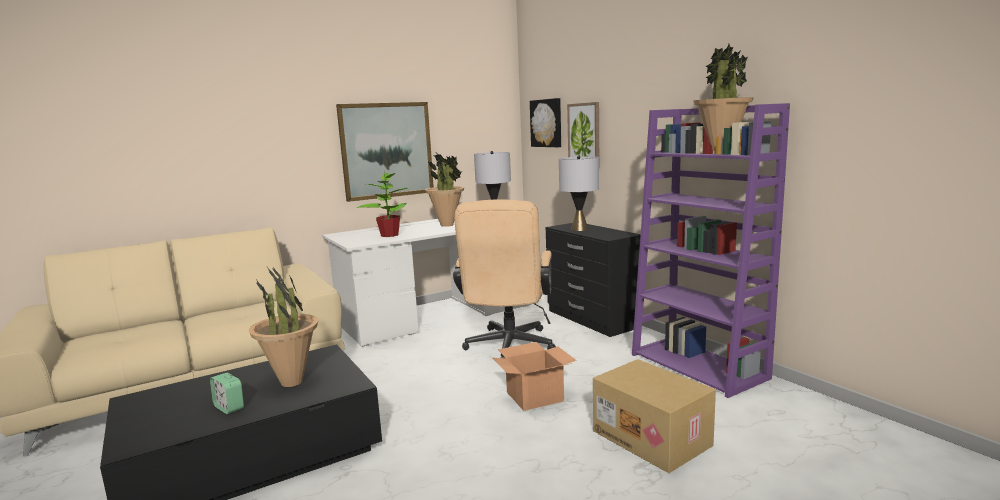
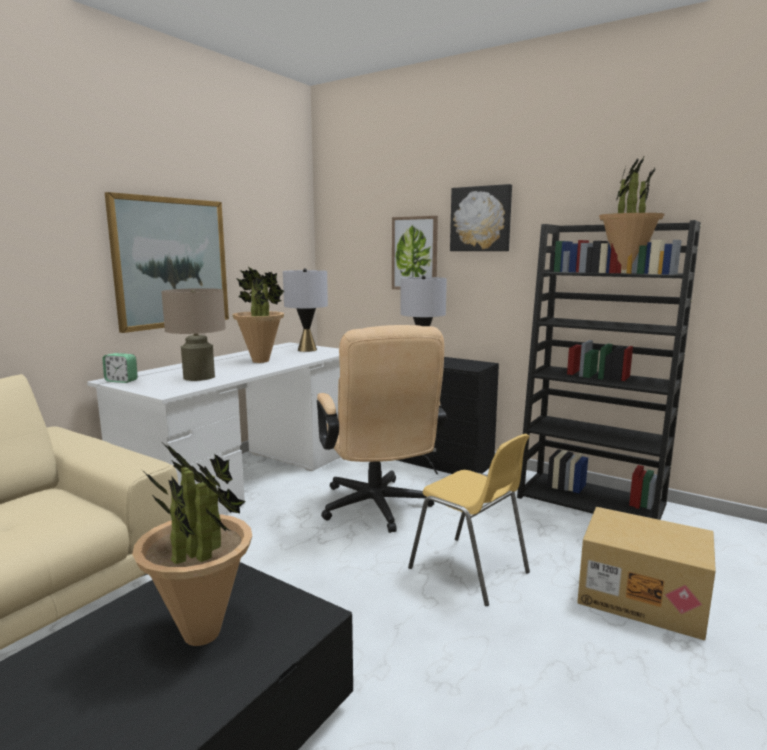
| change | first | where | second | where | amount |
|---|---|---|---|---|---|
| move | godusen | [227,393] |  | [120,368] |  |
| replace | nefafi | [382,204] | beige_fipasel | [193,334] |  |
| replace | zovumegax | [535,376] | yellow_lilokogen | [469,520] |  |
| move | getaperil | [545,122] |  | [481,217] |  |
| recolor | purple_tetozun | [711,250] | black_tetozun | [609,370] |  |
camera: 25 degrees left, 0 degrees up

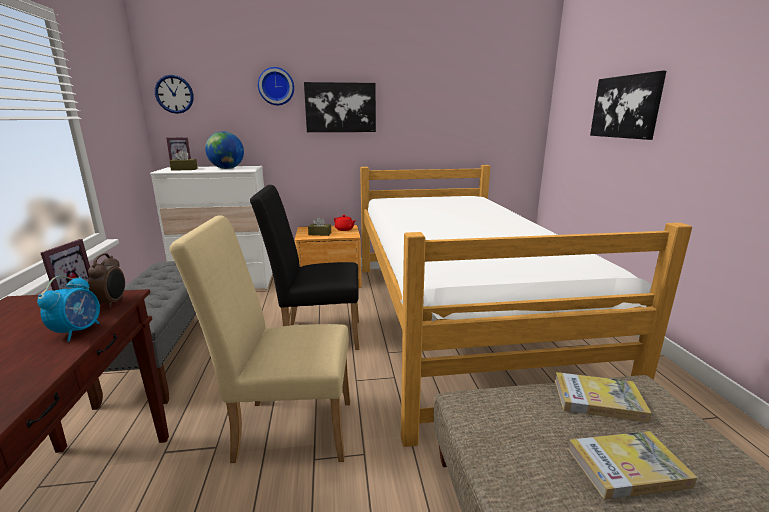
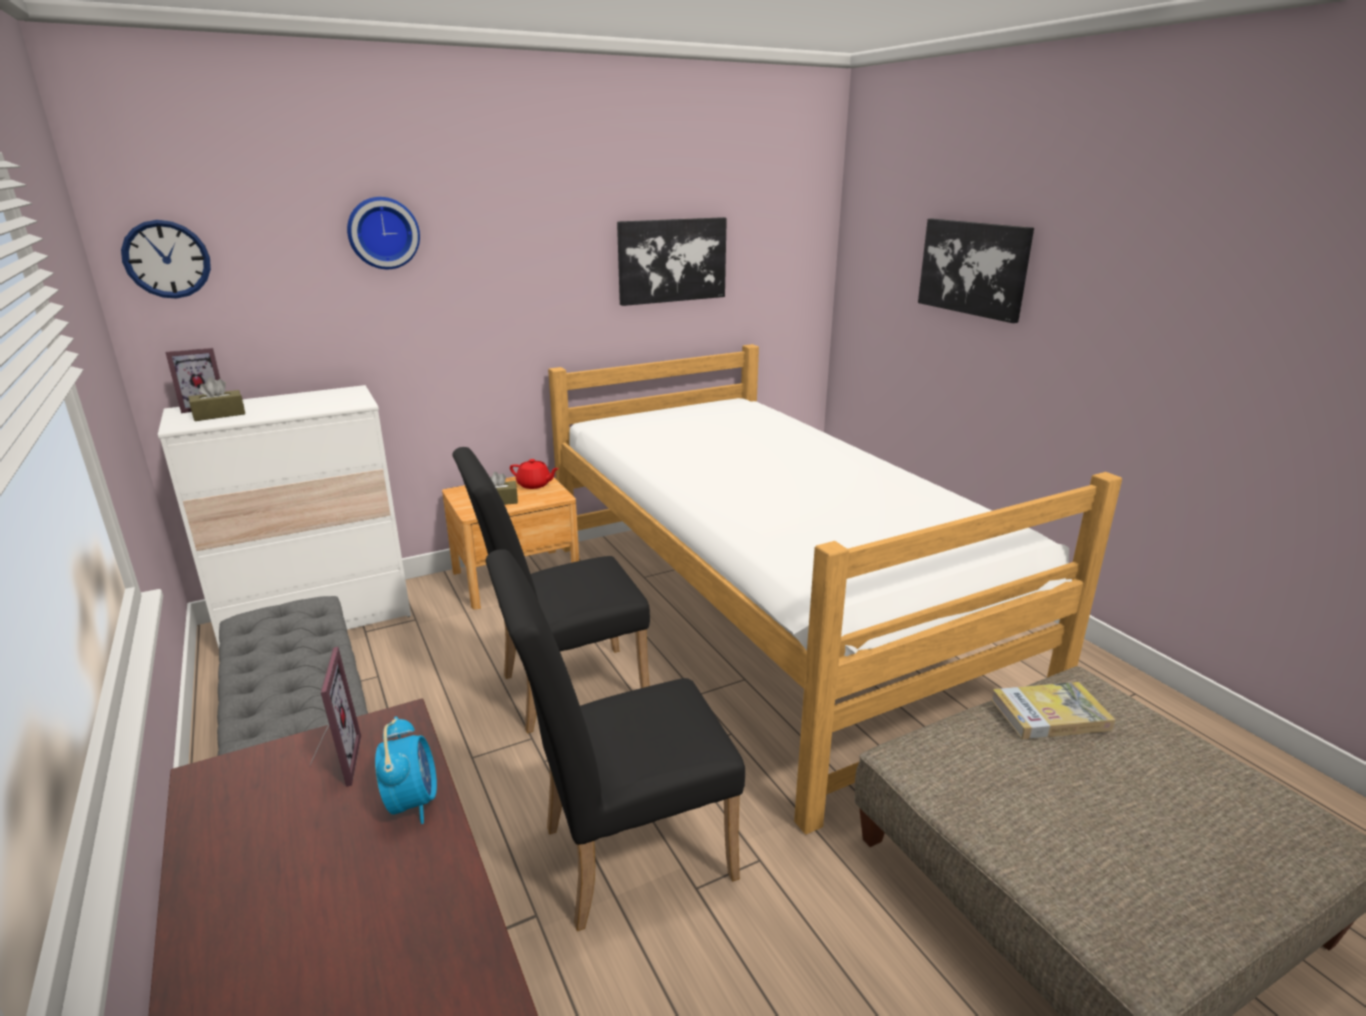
| change | first | where | second | where | amount |
|---|---|---|---|---|---|
| recolor | beige_lilokogen | [260,339] | black_lilokogen | [615,740] |  |
| move | getaperil | [340,107] |  | [672,261] |  |
| delete | godusen | [106,280] |  |  |  |
| delete | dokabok | [224,150] |  |  |  |
| delete | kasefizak | [632,465] |  |  |  |
camera: 20 degrees left, 5 degrees up

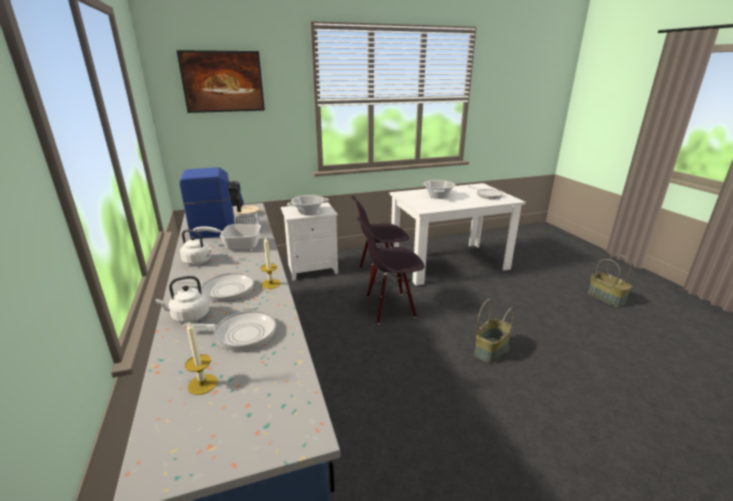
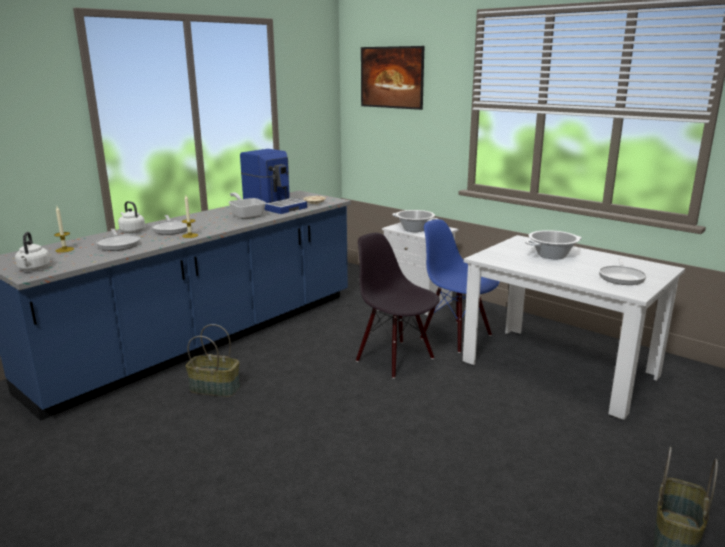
| change | first | where | second | where | amount |
|---|---|---|---|---|---|
| move | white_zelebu | [196,247] |  | [32,251] |  |
| move | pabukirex | [494,331] |  | [212,360] |  |
| recolor | black_lilokogen | [380,240] | blue_lilokogen | [459,286] |  |
camera: 60 degrees right, 5 degrees down

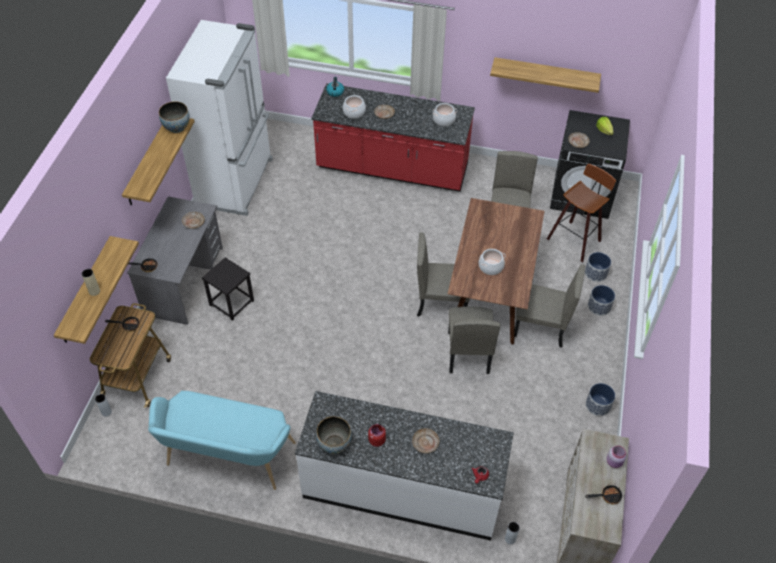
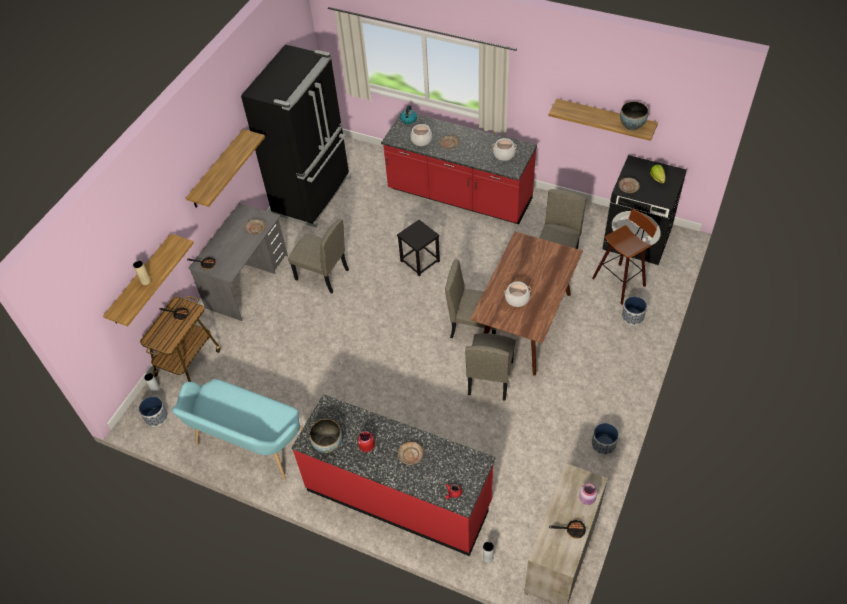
| change | first | where | second | where | amount |
|---|---|---|---|---|---|
| move | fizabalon | [601,300] |  | [153,411] |  |
| recolor | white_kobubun | [219,118] | black_kobubun | [296,135] |  |
| move | beige_lilokogen | [549,306] |  | [318,256] |  |
| recolor | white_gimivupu | [404,466] | red_gimivupu | [394,475] |  |
| move | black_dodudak | [228,289] |  | [418,248] |  |
| move | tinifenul | [174,117] |  | [634,116] |  |
camera: 15 degrees right, 0 degrees up

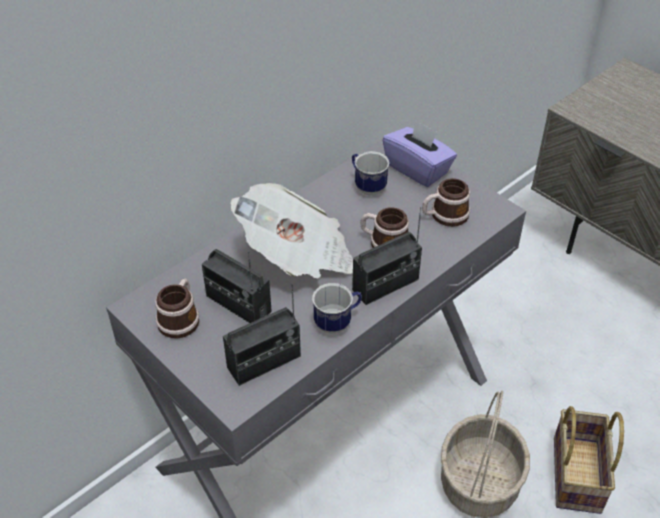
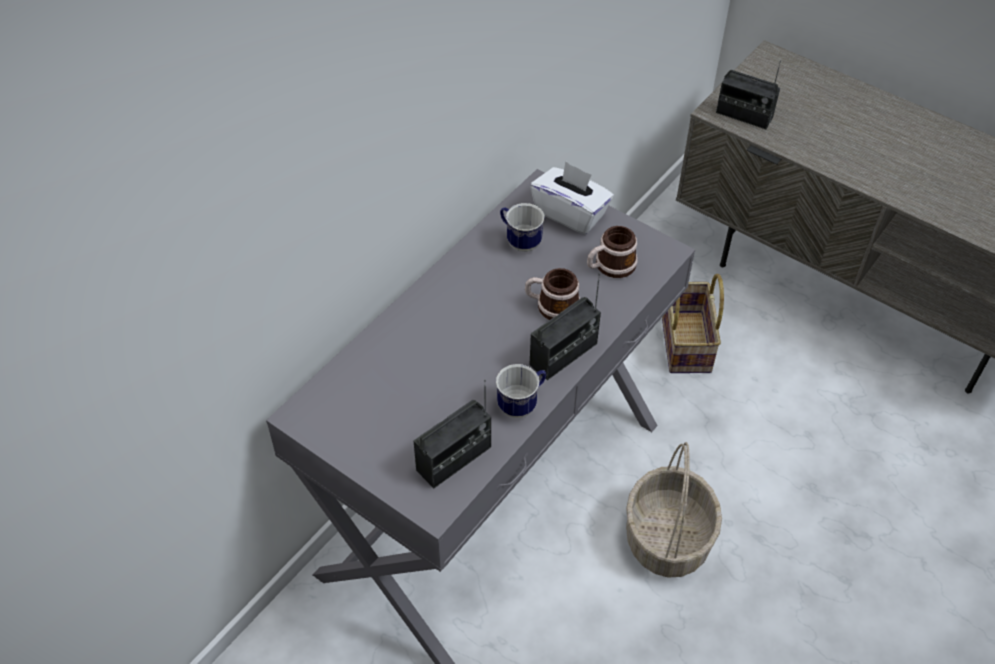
| change | first | where | second | where | amount |
|---|---|---|---|---|---|
| recolor | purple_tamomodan | [420,153] | white_tamomodan | [572,197] |  |
| move | pabukirex | [589,460] |  | [693,323] |  |
| move | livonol | [237,286] |  | [748,94] |  |
| delete | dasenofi | [177,309] |  |  |  |
| delete | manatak | [291,231] |  |  |  |
camera: 10 degrees left, 5 degrees up

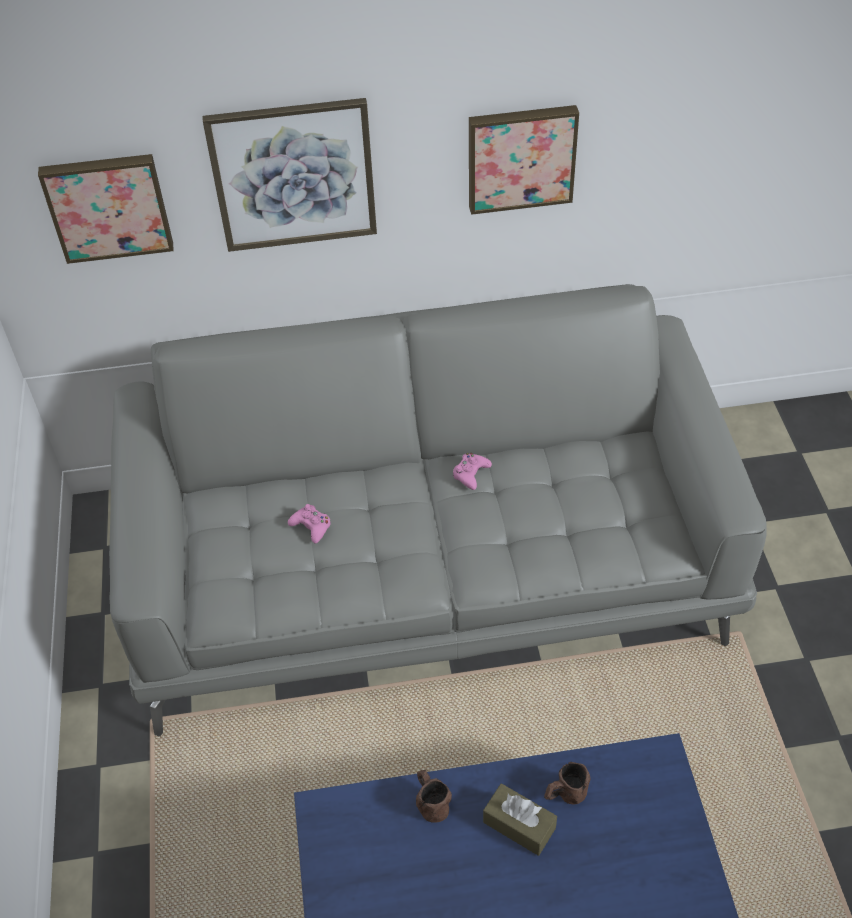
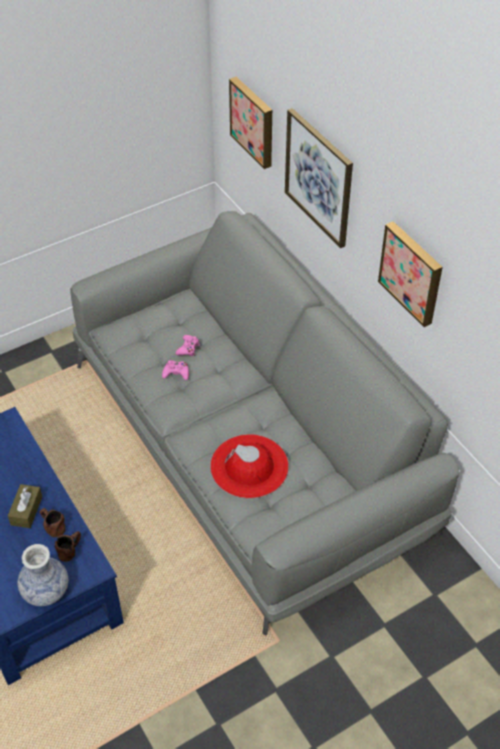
| change | first | where | second | where | amount |
|---|---|---|---|---|---|
| insert |  |  | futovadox | [43,575] |  |
| move | brown_dasenofi | [434,796] |  | [68,546] |  |
| move | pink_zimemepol | [472,471] |  | [175,370] |  |
| insert |  |  | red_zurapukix | [249,466] |  |
camera: 65 degrees right, 0 degrees up

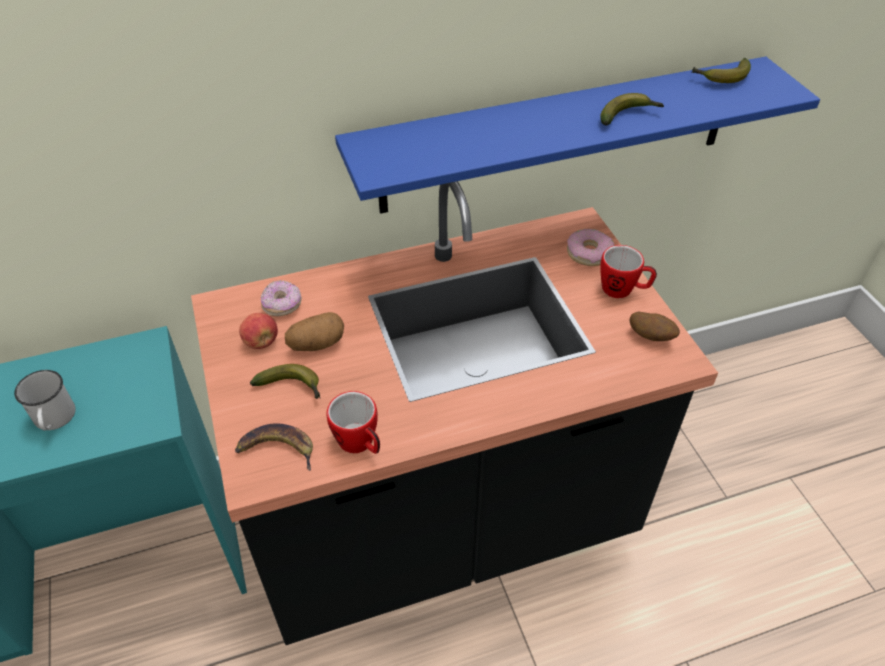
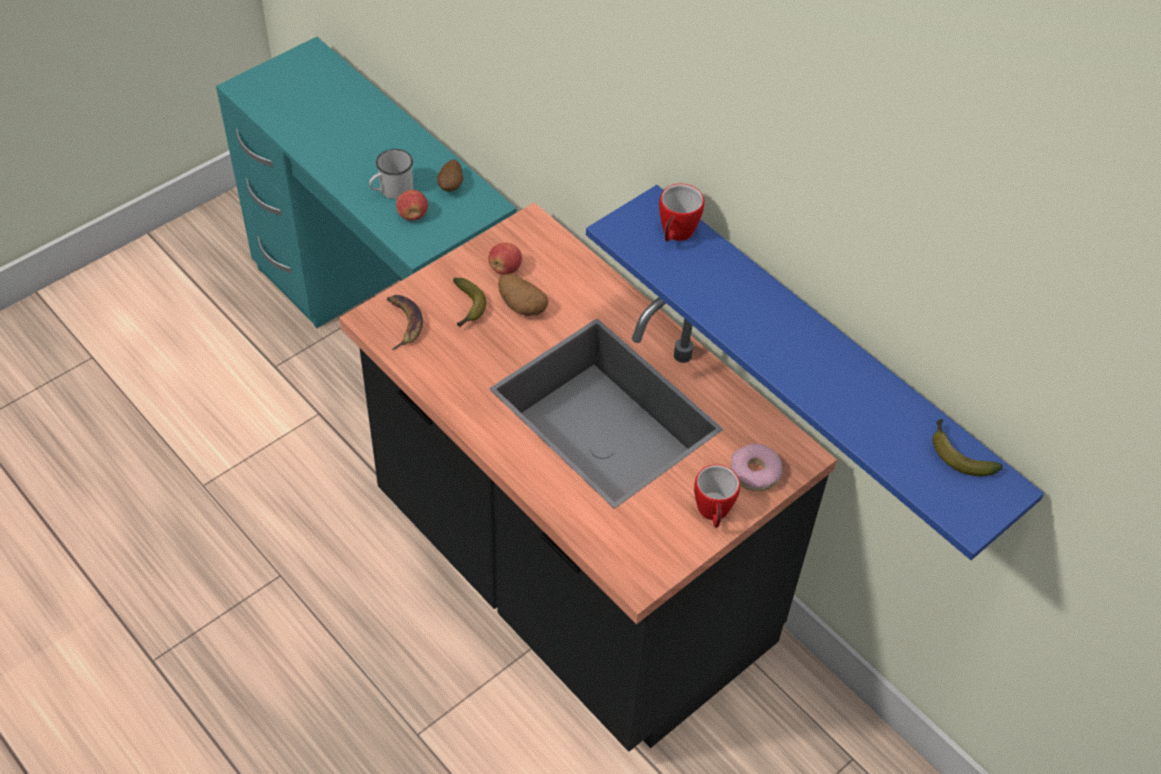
| change | first | where | second | where | amount |
|---|---|---|---|---|---|
| insert |  |  | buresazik | [412,205] |  |
| move | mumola | [654,326] |  | [450,176] |  |
| move | dasenofi | [353,422] |  | [681,213] |  |
| delete | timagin | [281,298] |  |  |  |
| delete | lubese | [632,109] |  |  |  |
camera: 65 degrees right, 5 degrees up

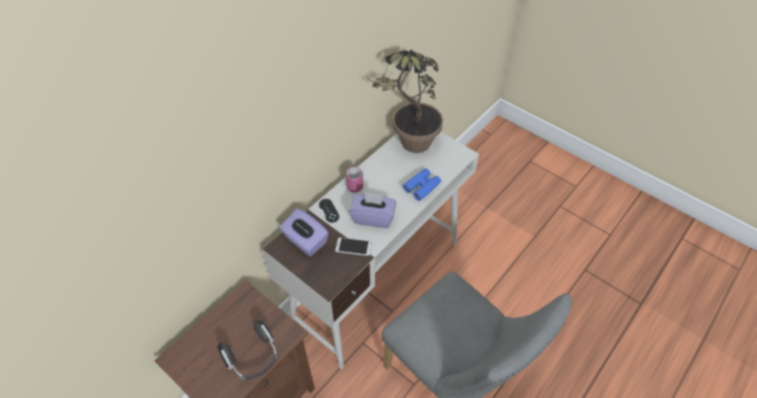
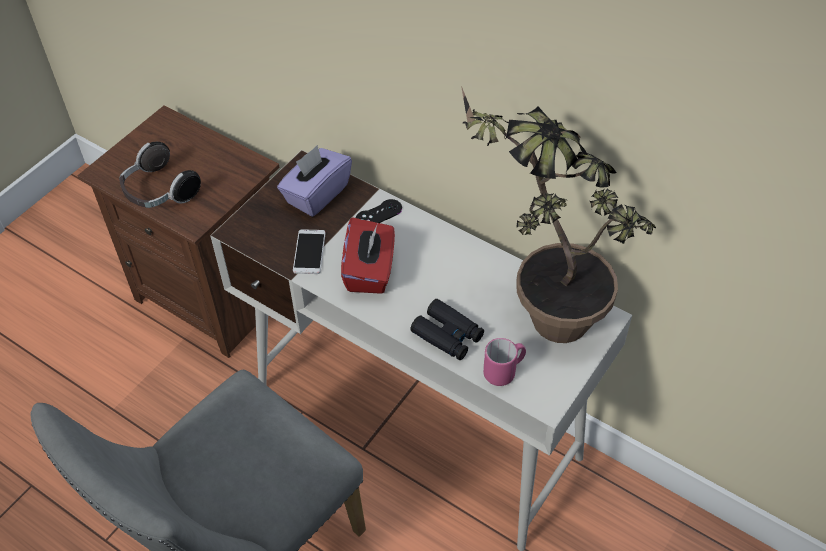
| change | first | where | second | where | amount |
|---|---|---|---|---|---|
| recolor | purple_tamomodan | [372,210] | red_tamomodan | [368,255] |  |
| recolor | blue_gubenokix | [422,184] | black_gubenokix | [447,329] |  |
| move | pink_dasenofi | [354,179] |  | [504,362] |  |
camera: 85 degrees right, 0 degrees up

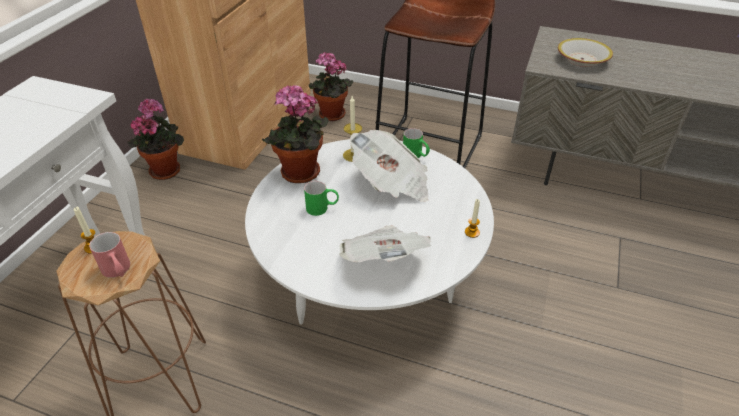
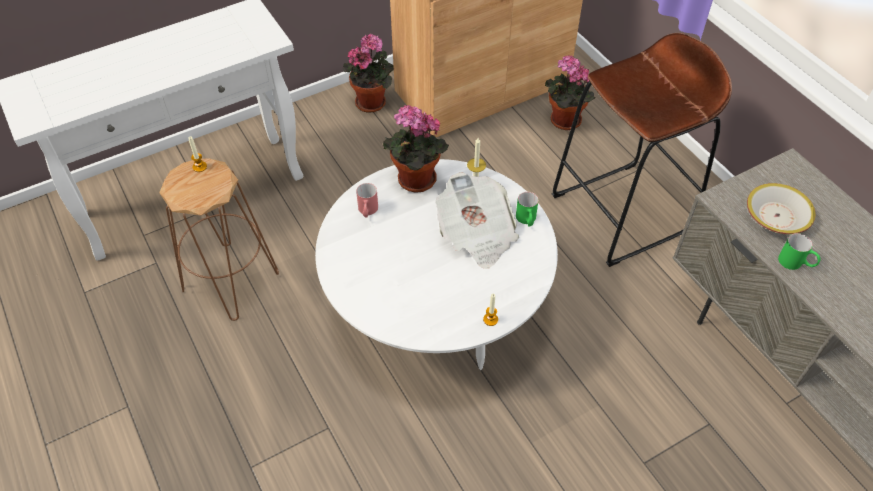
| change | first | where | second | where | amount |
|---|---|---|---|---|---|
| move | red_dasenofi | [109,255] |  | [367,200] |  |
| move | green_dasenofi | [321,198] |  | [799,251] |  |
| delete | manatak | [385,243] |  |  |  |
camera: 40 degrees right, 10 degrees up

